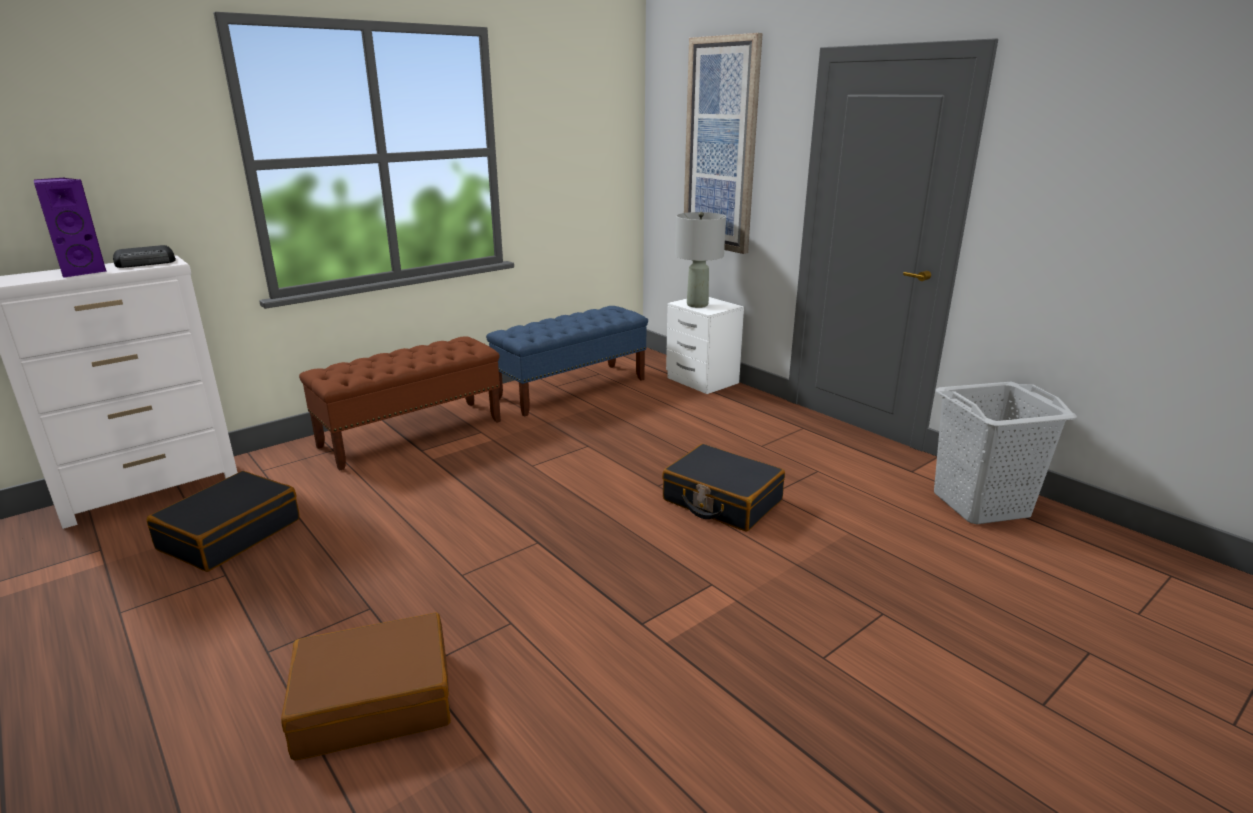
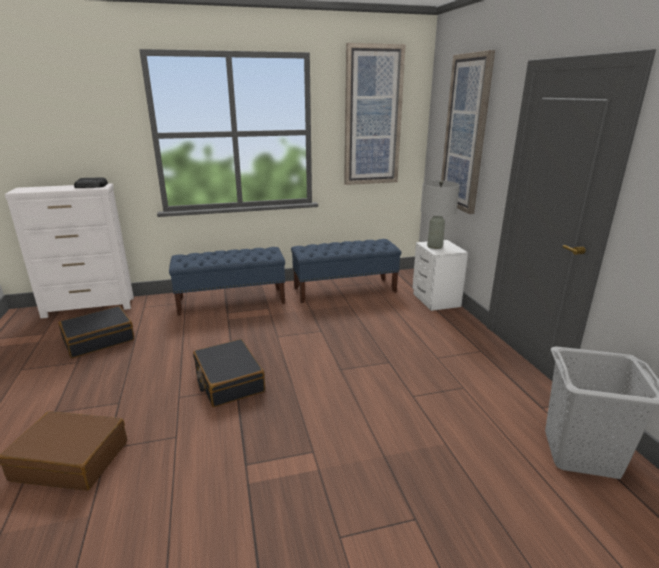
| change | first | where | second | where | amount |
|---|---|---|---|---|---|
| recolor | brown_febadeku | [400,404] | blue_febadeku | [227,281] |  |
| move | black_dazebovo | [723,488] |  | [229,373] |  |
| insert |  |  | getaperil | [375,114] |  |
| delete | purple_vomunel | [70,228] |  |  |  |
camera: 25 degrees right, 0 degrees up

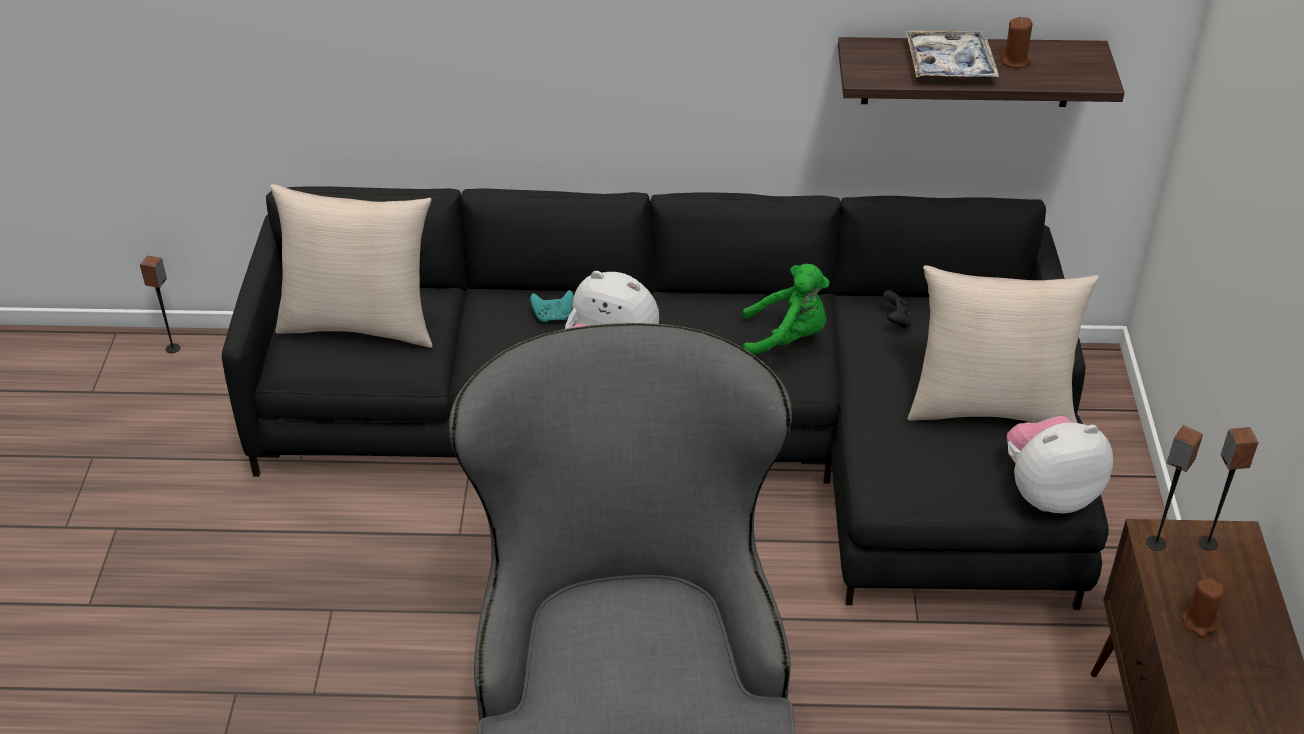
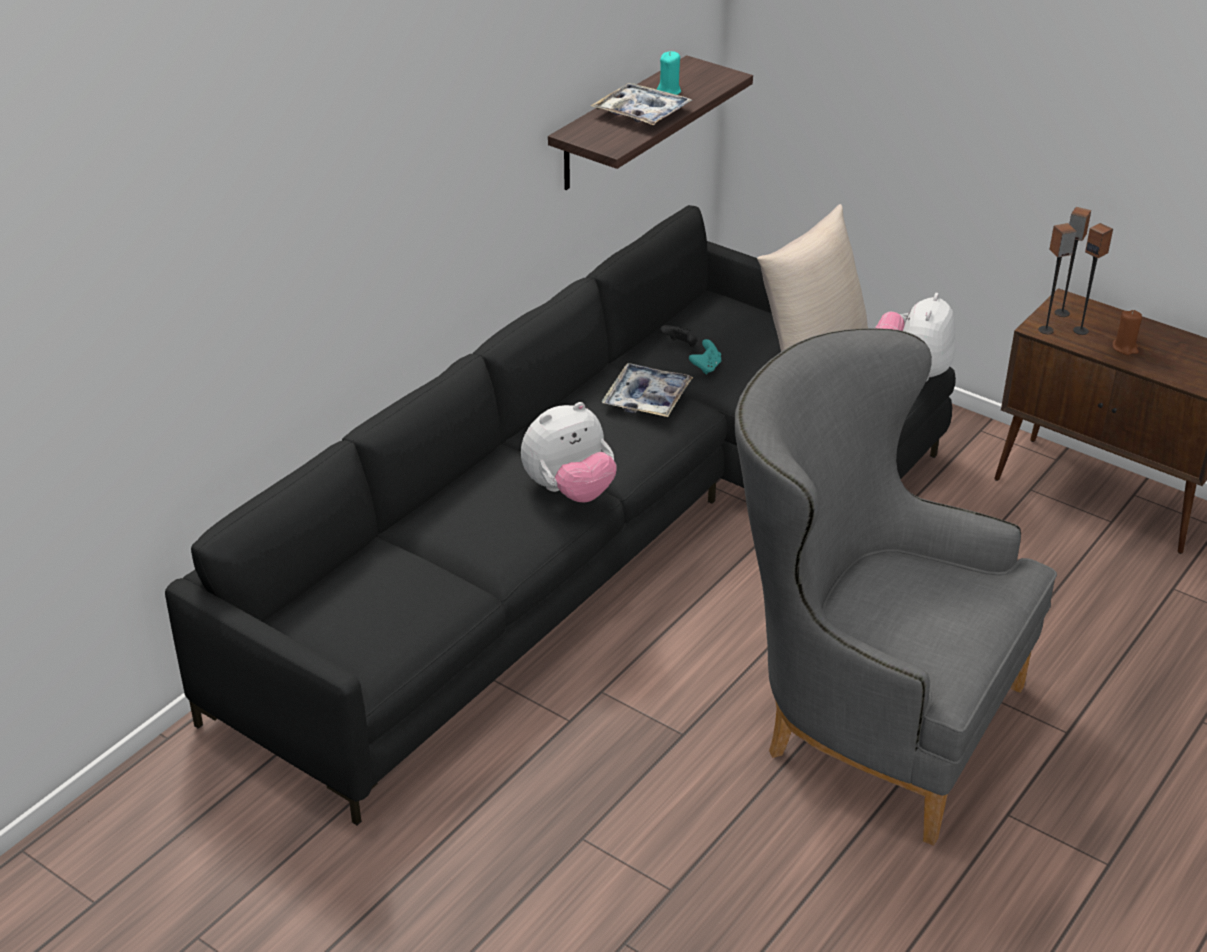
| change | first | where | second | where | amount |
|---|---|---|---|---|---|
| replace | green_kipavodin | [786,310] | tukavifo | [647,390] |  |
| recolor | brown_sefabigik | [1016,42] | turquoise_sefabigik | [668,73] |  |
| move | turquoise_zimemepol | [552,306] |  | [705,357] |  |
| move | vomunel | [160,304] |  | [1093,279] |  |
| delete | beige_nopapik | [351,266] |  |  |  |
camera: 55 degrees left, 5 degrees down

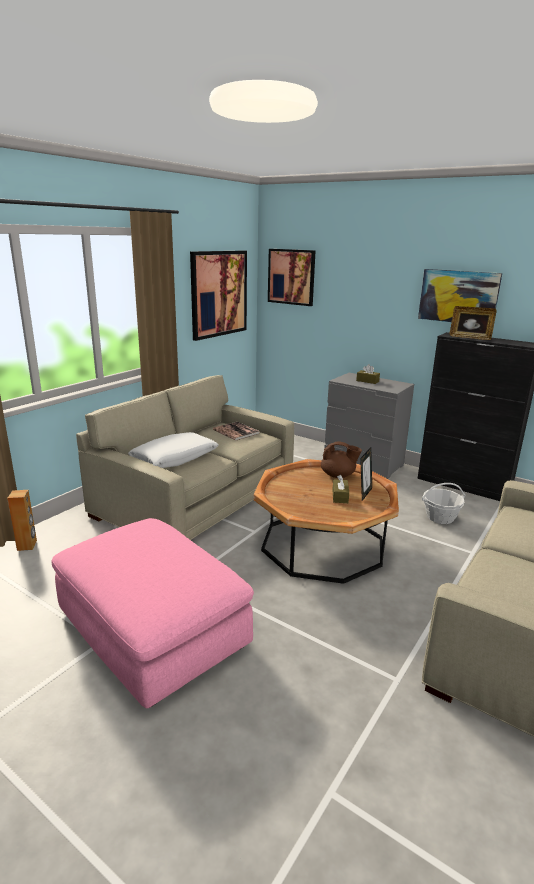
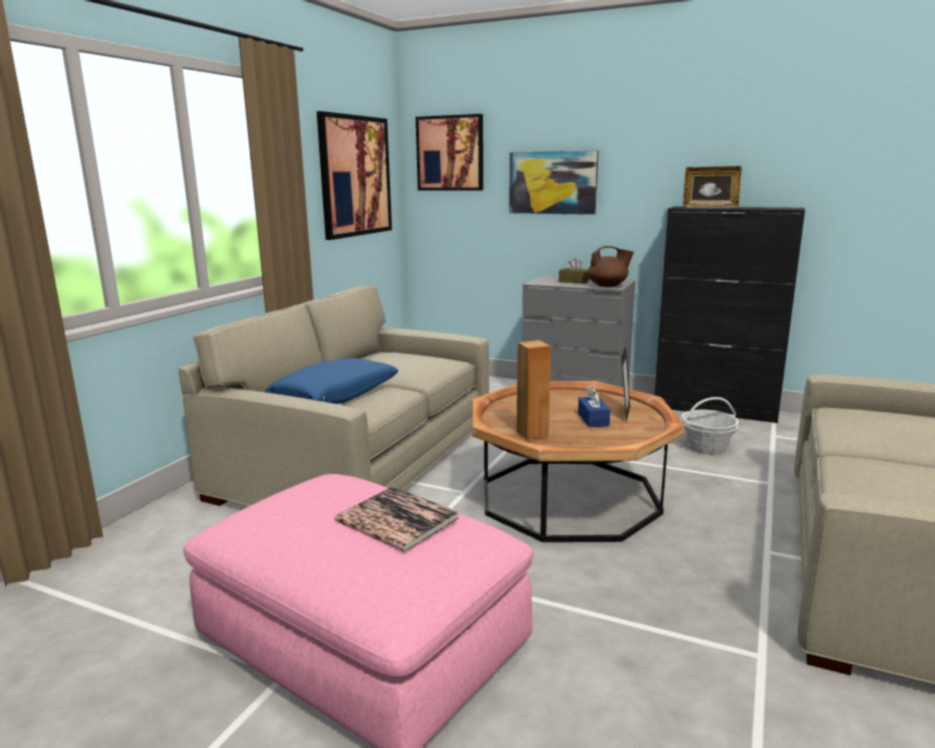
| change | first | where | second | where | amount |
|---|---|---|---|---|---|
| recolor | white_nopapik | [173,450] | blue_nopapik | [332,381] |  |
| move | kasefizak | [236,431] |  | [397,519] |  |
| move | getaperil | [460,295] |  | [554,182] |  |
| move | brown_vomunel | [22,520] |  | [533,390] |  |
| recolor | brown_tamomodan | [340,489] | blue_tamomodan | [594,407] |  |
| move | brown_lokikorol | [341,460] |  | [610,266] |  |
camera: 10 degrees left, 5 degrees down

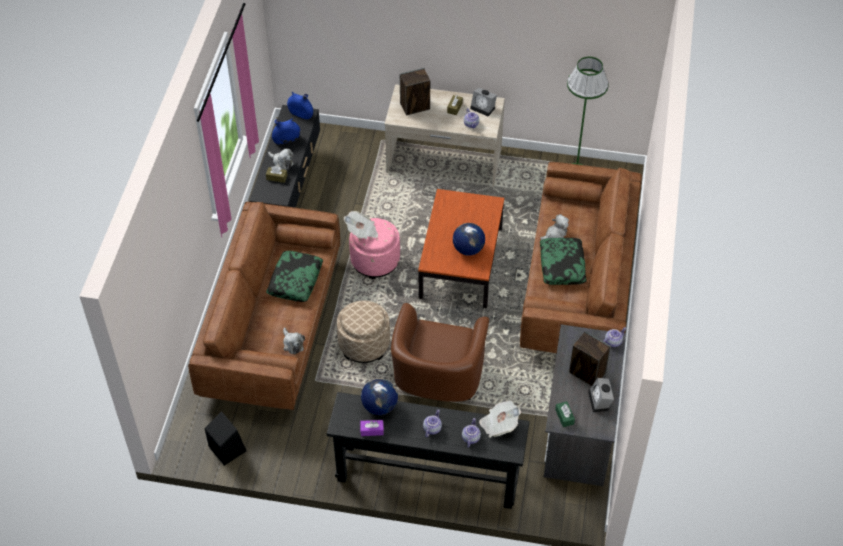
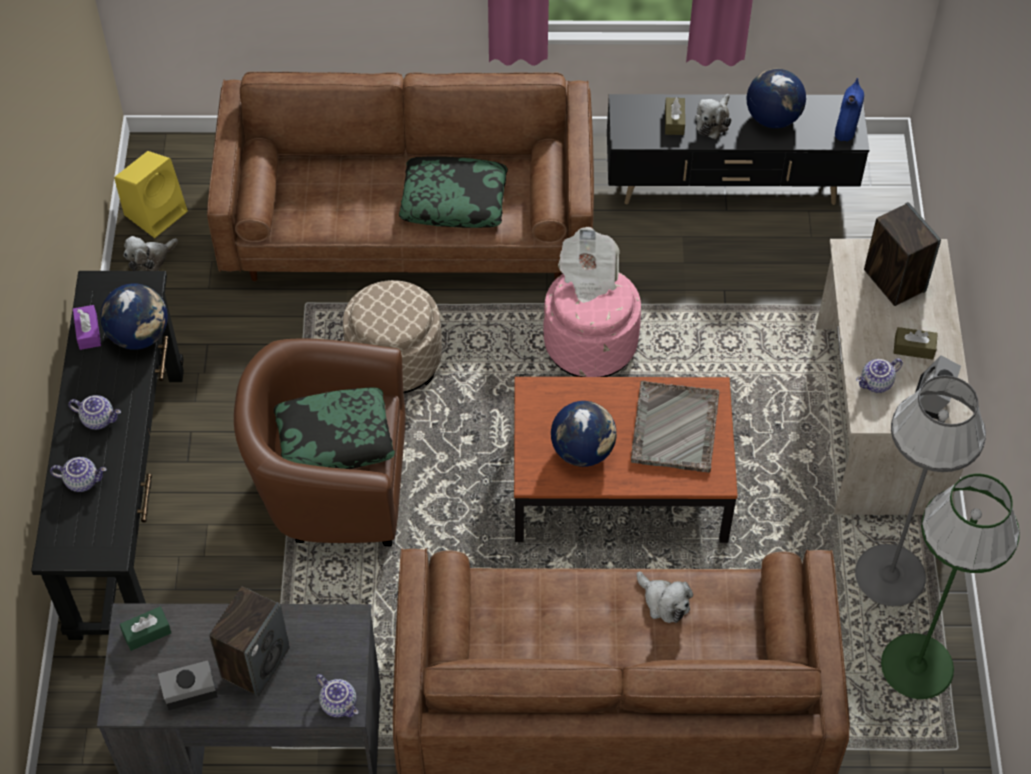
| change | first | where | second | where | amount |
|---|---|---|---|---|---|
| recolor | black_vomunel | [225,438] | yellow_vomunel | [151,194] |  |
| move | kipavodin | [294,341] |  | [151,253] |  |
| move | nopapik | [563,261] |  | [334,428] |  |
| insert |  |  | grey_tukavifo | [675,427] |  |
| replace | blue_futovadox | [286,131] | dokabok | [776,98] |  |
| insert |  |  | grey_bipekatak | [920,490] |  |
| delete | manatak | [500,419] |  |  |  |
camera: 80 degrees right, 5 degrees up

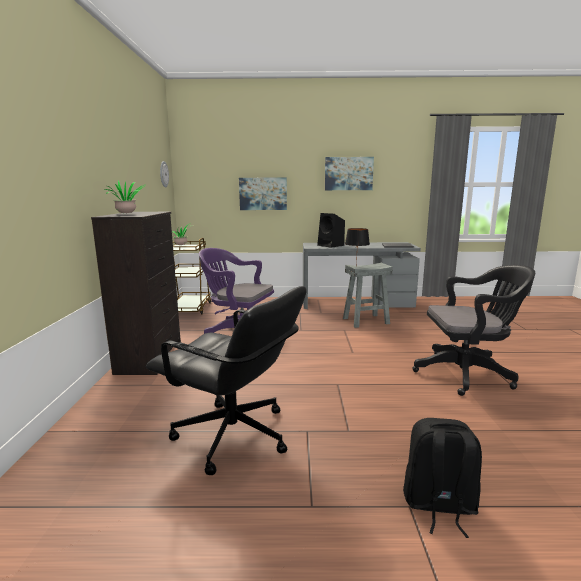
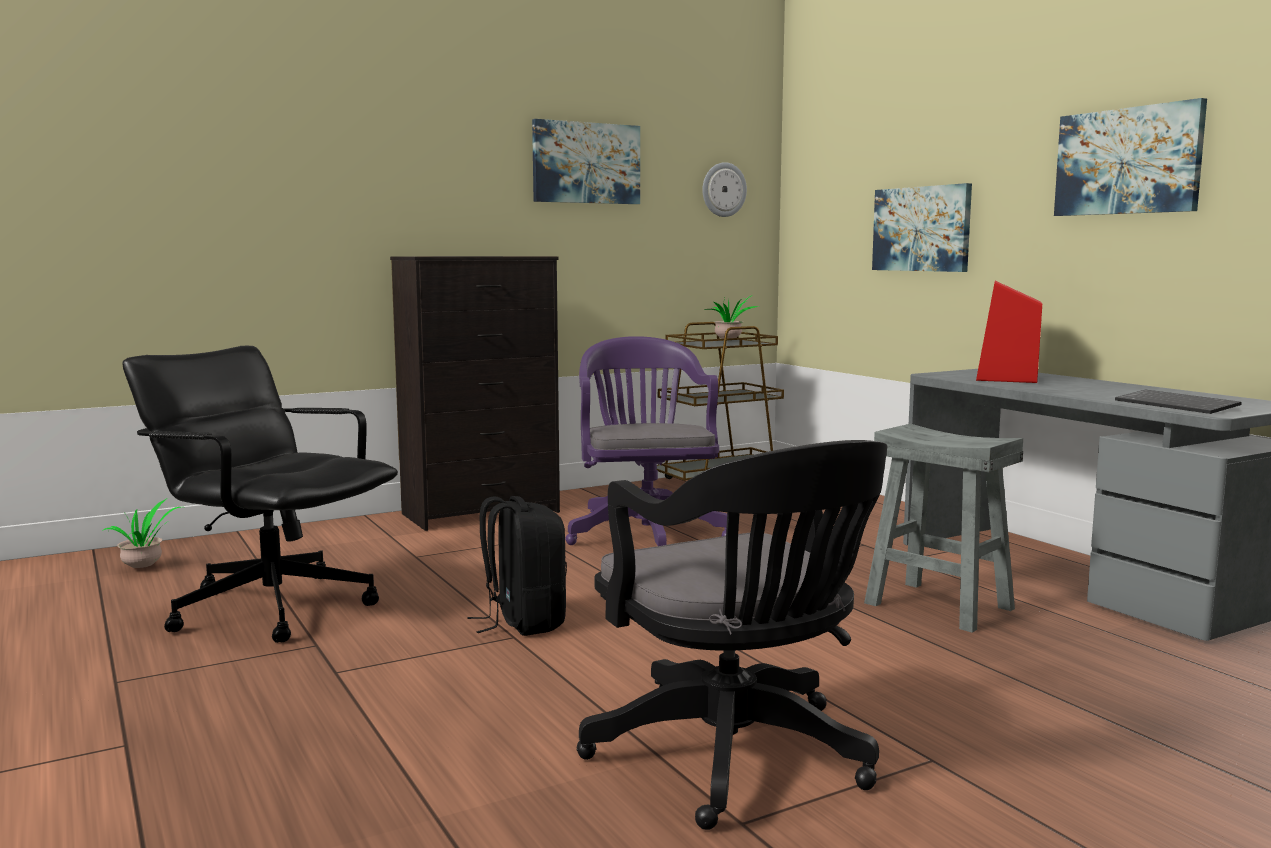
| change | first | where | second | where | amount |
|---|---|---|---|---|---|
| move | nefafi | [124,197] |  | [142,533] |  |
| rotate | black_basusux | [226,380] |  | [260,494] | 120 degrees clockwise |
| move | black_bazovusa | [442,478] |  | [517,566] |  |
| insert |  |  | getaperil | [586,161] |  |
| recolor | black_vomunel | [331,230] | red_vomunel | [1009,332] |  |
| delete | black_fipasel | [357,247] |  |  |  |
camera: 60 degrees right, 5 degrees down

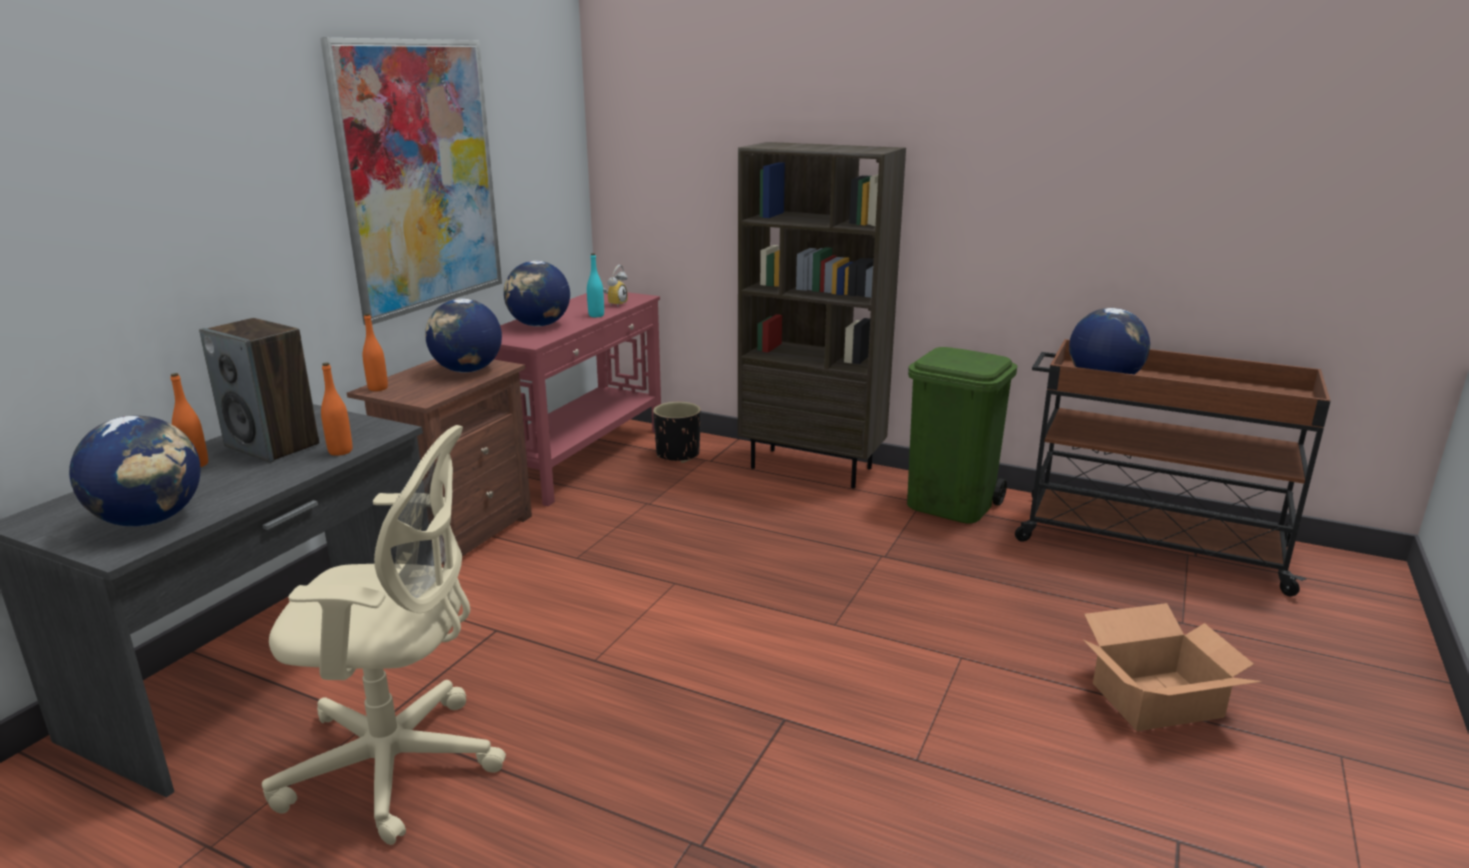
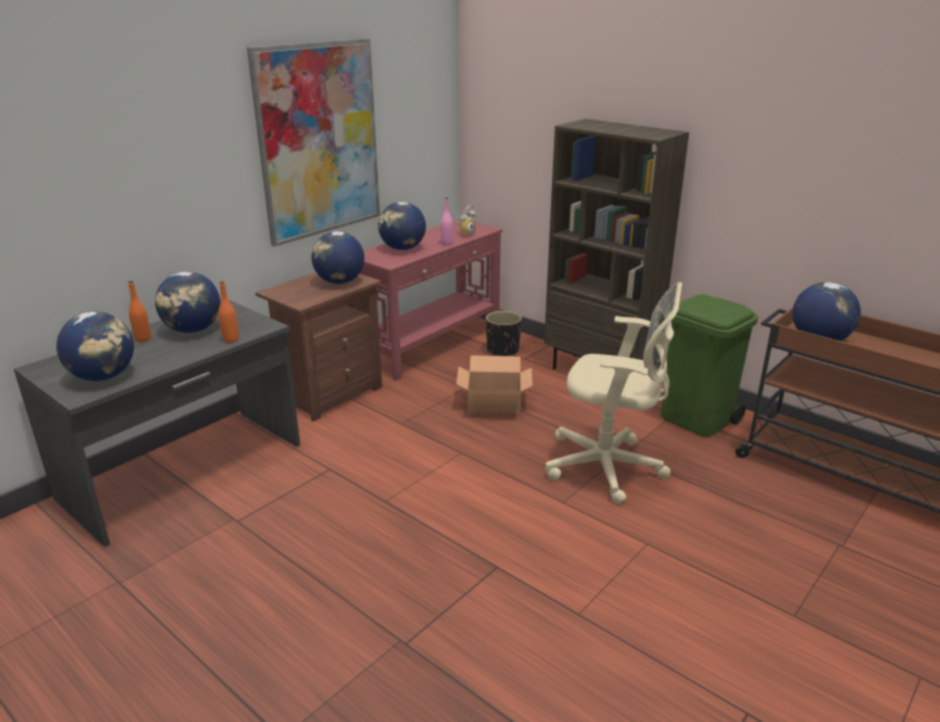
| change | first | where | second | where | amount |
|---|---|---|---|---|---|
| replace | vomunel | [259,390] | dokabok | [187,302] |  |
| recolor | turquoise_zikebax | [595,285] | pink_zikebax | [447,221] |  |
| move | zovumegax | [1172,667] |  | [494,384] |  |
| move | beige_basusux | [384,635] |  | [613,393] |  |
| delete | orange_zikebax | [375,352] |  |  |  |
camera: 15 degrees right, 5 degrees up

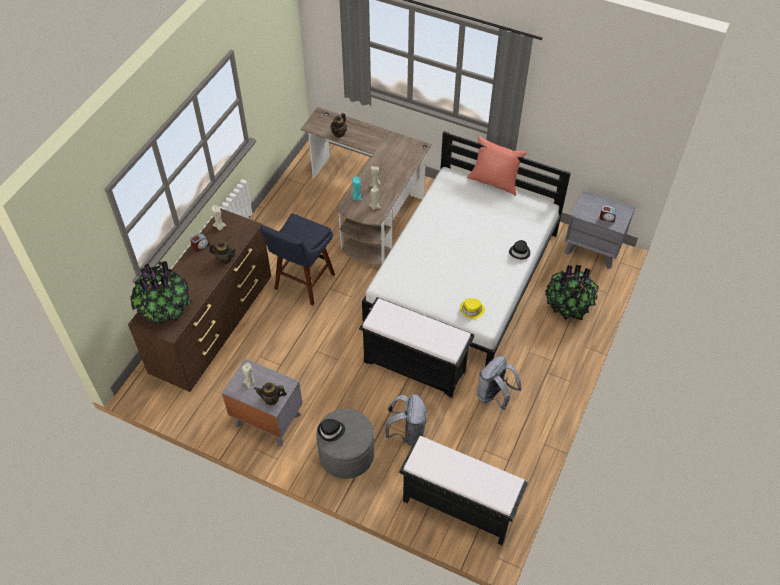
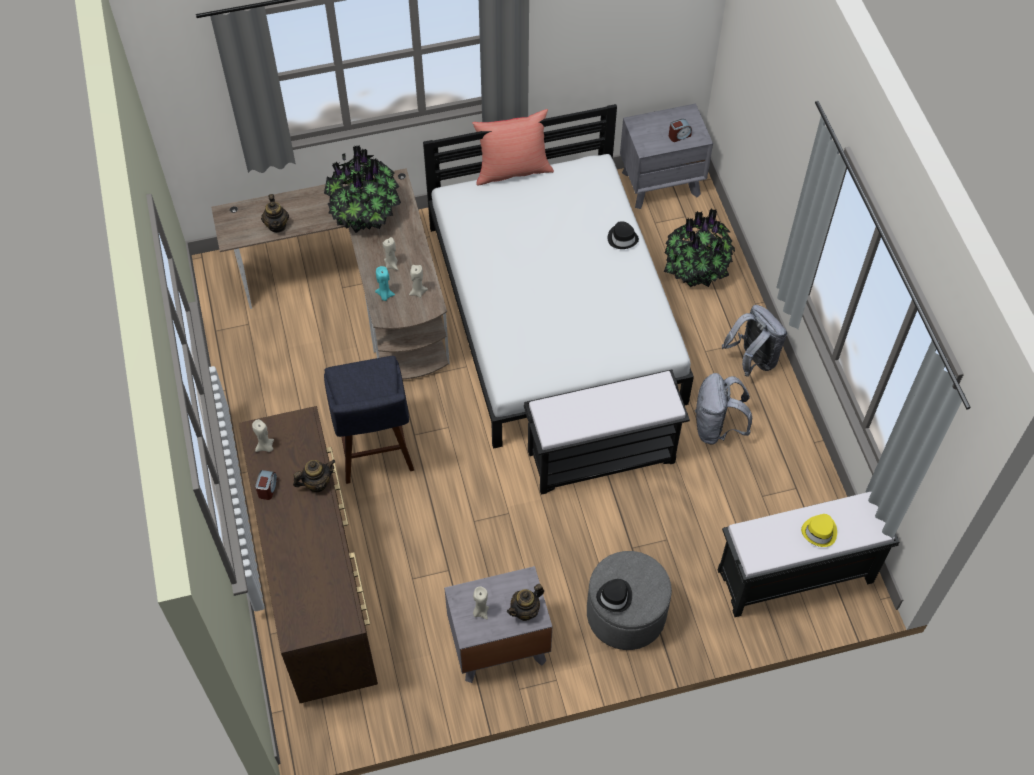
| change | first | where | second | where | amount |
|---|---|---|---|---|---|
| move | nefafi | [161,293] |  | [362,189] |  |
| move | grey_bazovusa | [406,420] |  | [754,341] |  |
| move | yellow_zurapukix | [472,308] |  | [819,530] |  |
camera: 40 degrees left, 5 degrees up

